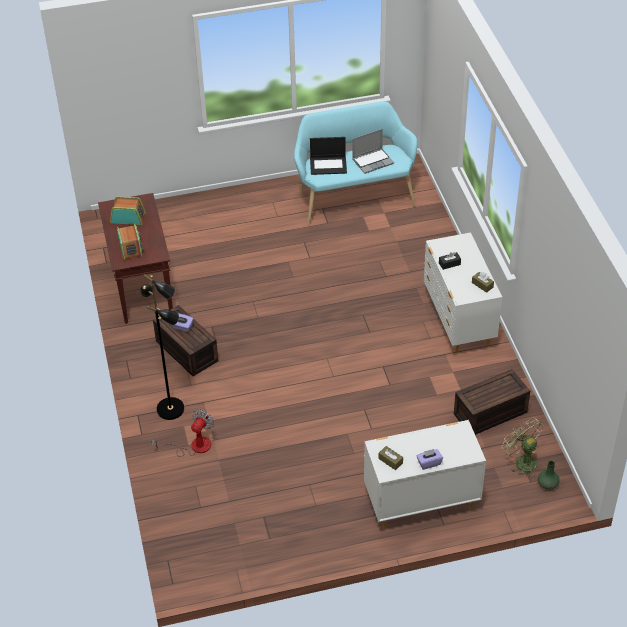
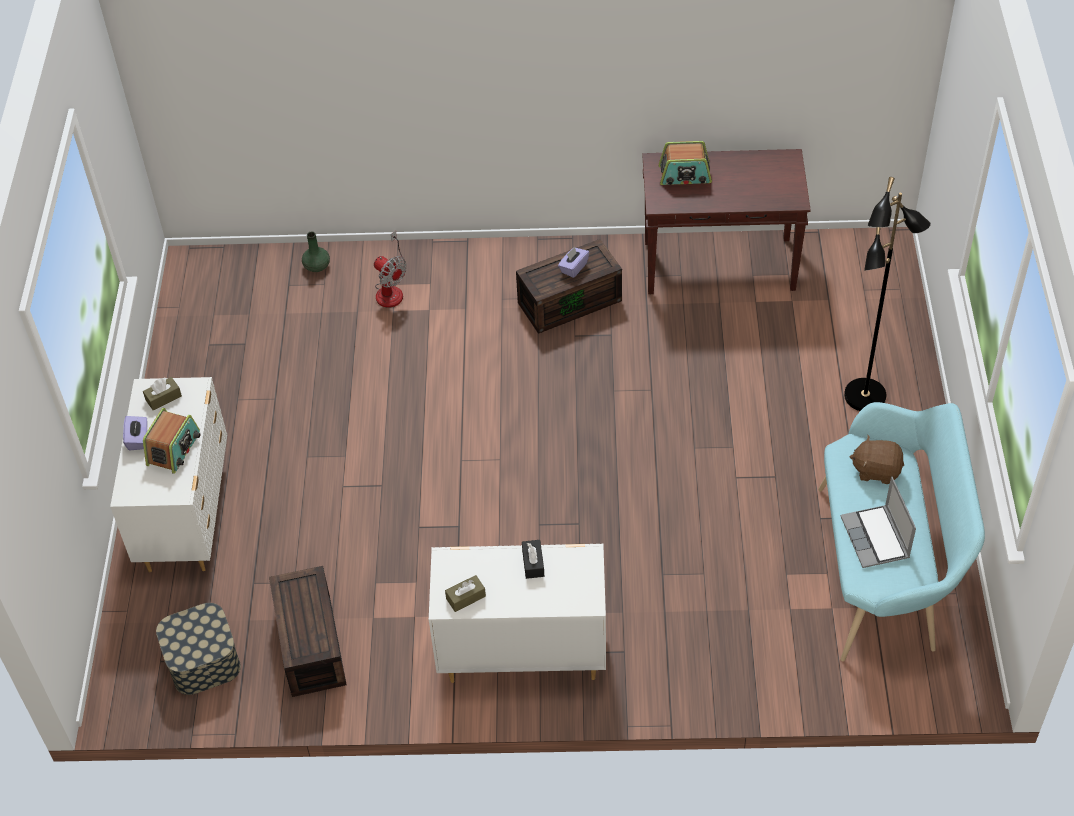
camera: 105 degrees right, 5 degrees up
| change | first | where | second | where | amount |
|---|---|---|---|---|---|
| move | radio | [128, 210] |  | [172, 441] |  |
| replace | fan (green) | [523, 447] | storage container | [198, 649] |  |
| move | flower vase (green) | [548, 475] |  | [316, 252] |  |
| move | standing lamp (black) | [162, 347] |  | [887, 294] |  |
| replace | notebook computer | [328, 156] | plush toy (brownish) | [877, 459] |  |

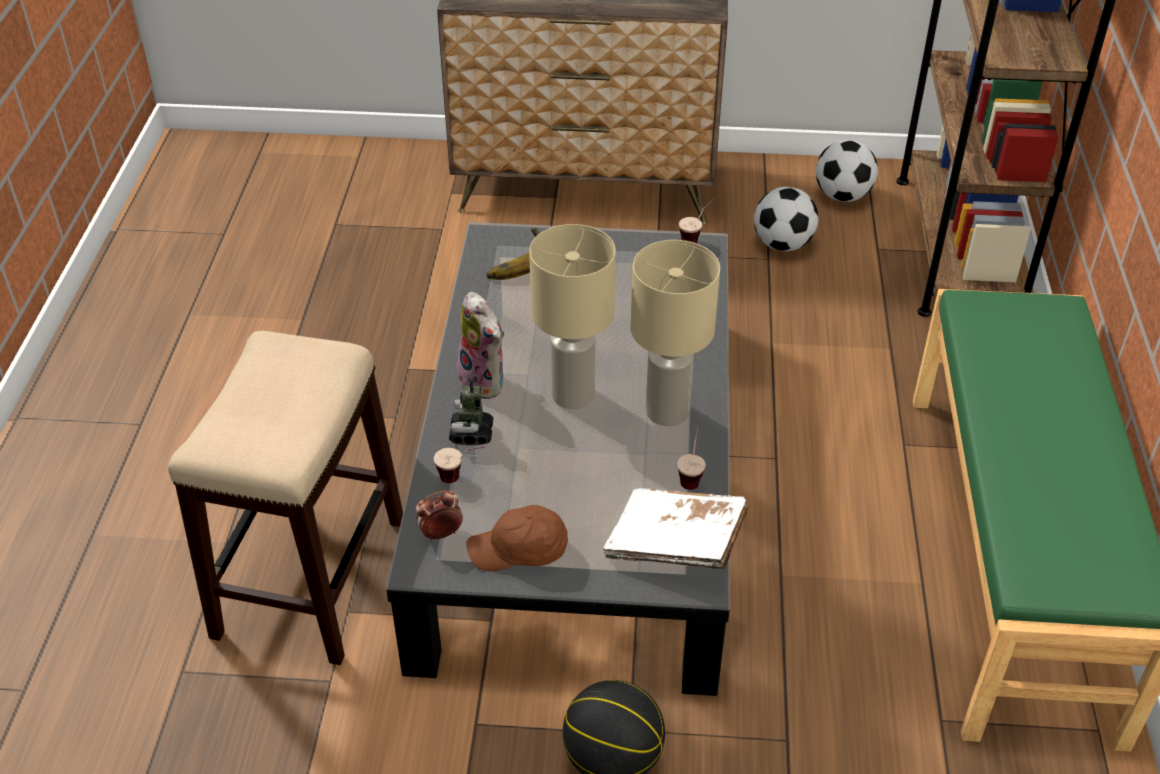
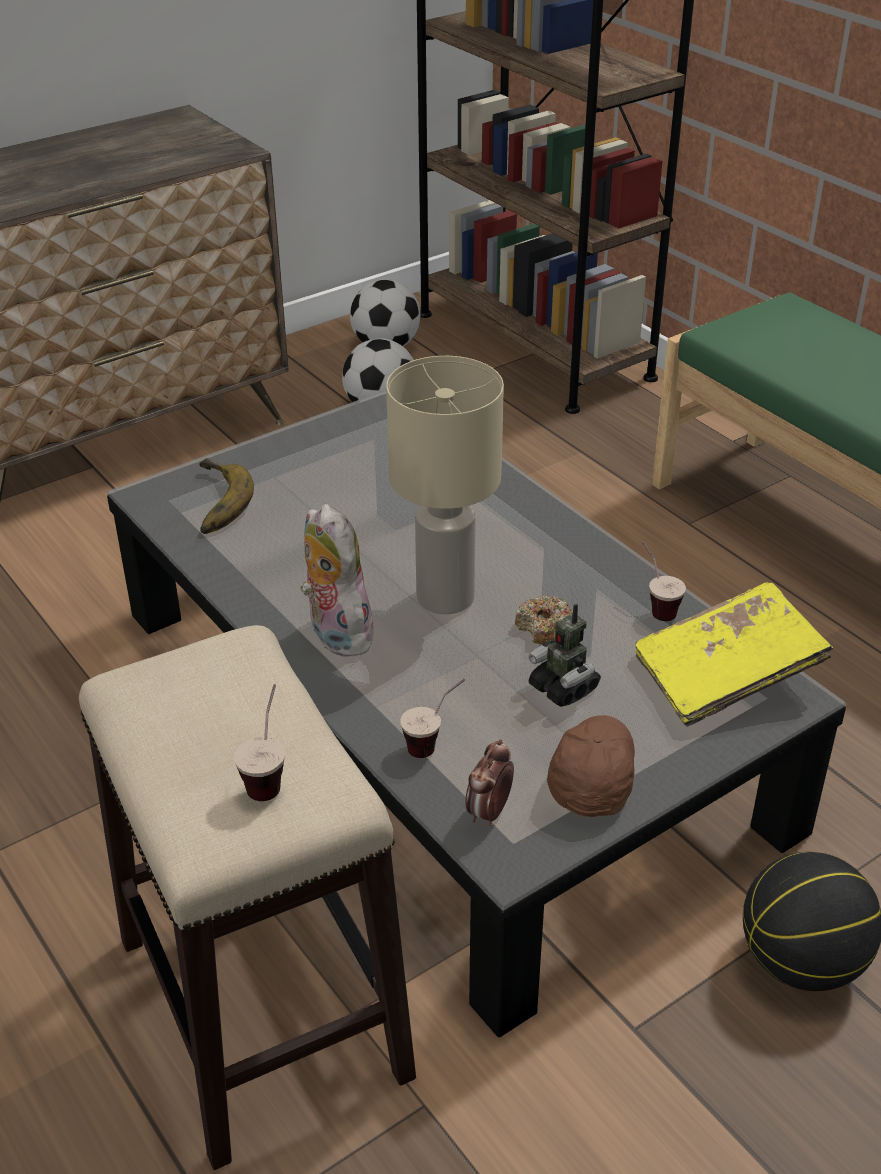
camera: 40 degrees left, 5 degrees down
| change | first | where | second | where | amount |
|---|---|---|---|---|---|
| move | drinking cup | [697, 221] |  | [259, 742] |  |
| rotate | plush toy | [480, 345] |  | [339, 580] | 135 degrees counterclockwise |
| insert |  |  | ring doughnut | [544, 619] |  |
| move | toy robot | [471, 412] |  | [565, 655] |  |
| rotate | cap (brownish) | [517, 538] |  | [591, 766] | 150 degrees clockwise |
| recolor | book (whitish) | [676, 528] | book (yellow) | [734, 654] |  |
| delete | table lamp (beige-coloured) | [675, 333] |  |  |  |

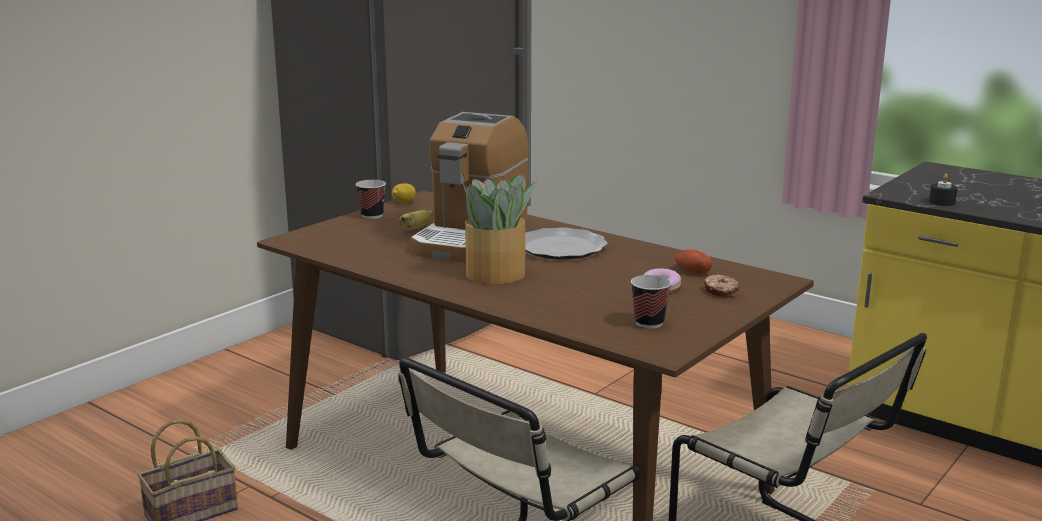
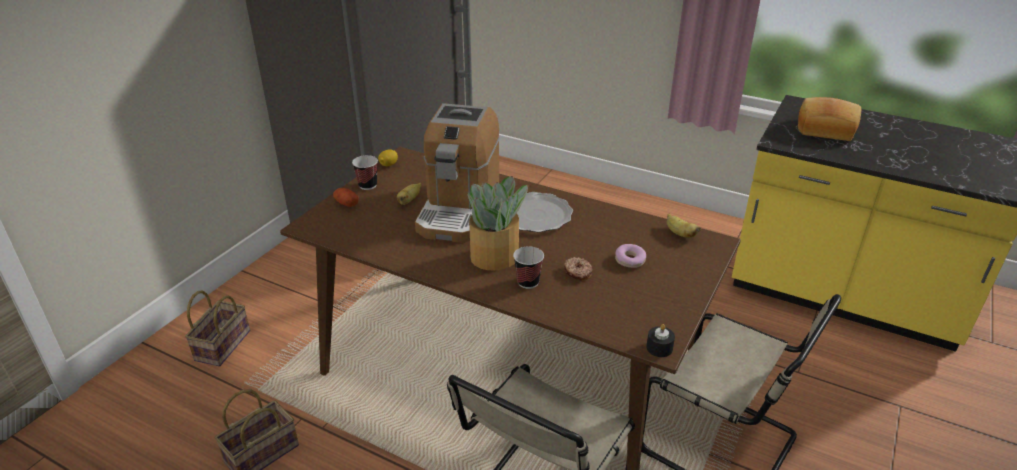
camera: 10 degrees left, 15 degrees up
| change | first | where | second | where | amount |
|---|---|---|---|---|---|
| insert |  |  | basket | [217, 328] |  |
| move | whole potato | [693, 262] |  | [346, 197] |  |
| move | drinking cup | [651, 302] |  | [528, 267] |  |
| move | ring doughnut | [721, 286] |  | [578, 268] |  |
| move | candle (black) | [943, 189] |  | [660, 340] |  |
| insert |  |  | whole banana | [684, 226] |  |
| insert |  |  | bakery bread | [829, 119] |  |

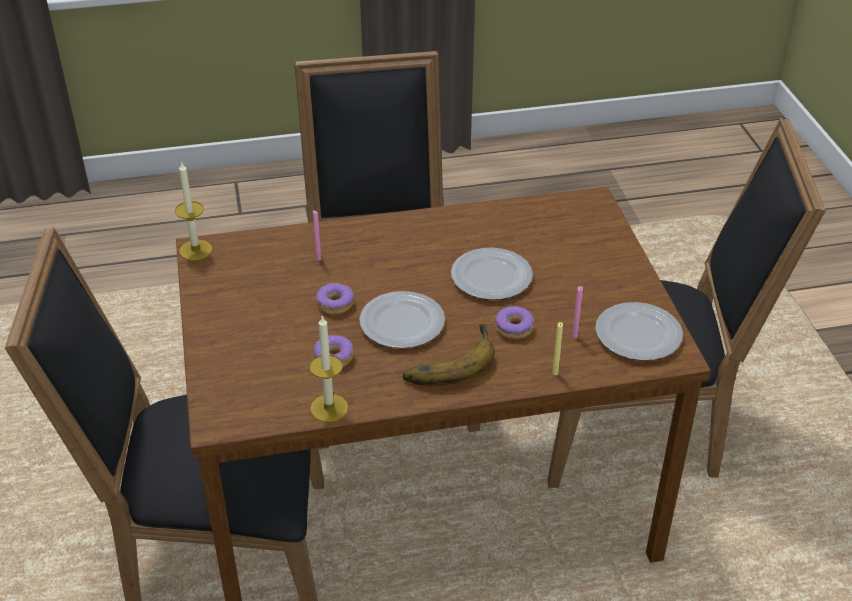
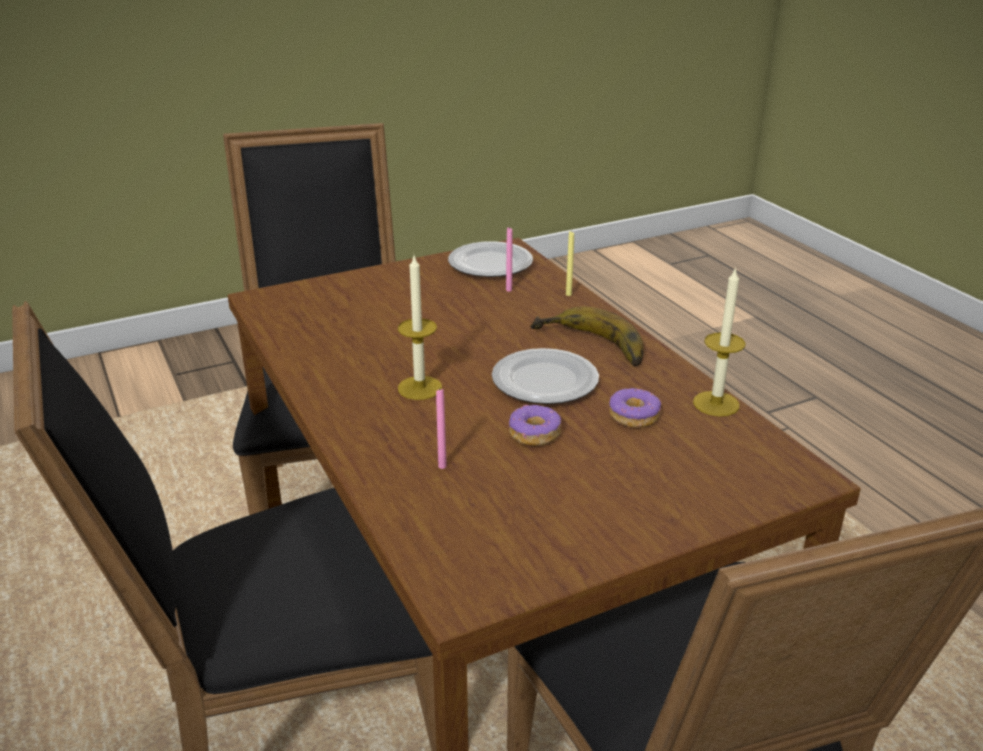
camera: 105 degrees left, 10 degrees down
| change | first | where | second | where | amount |
|---|---|---|---|---|---|
| move | candle | [193, 211] |  | [420, 328] |  |
| delete | dinner plate | [492, 274] |  |  |  |
| delete | ring doughnut | [515, 322] |  |  |  |

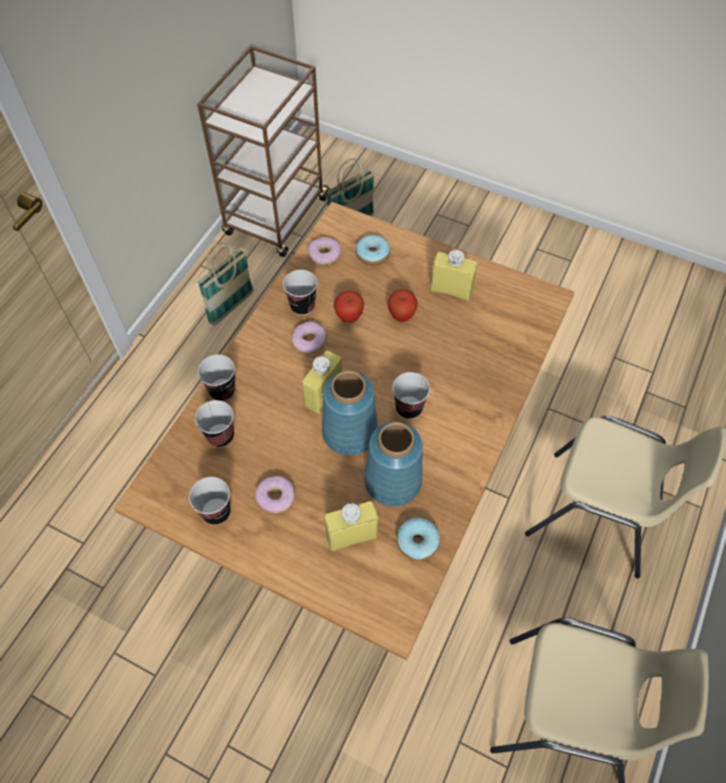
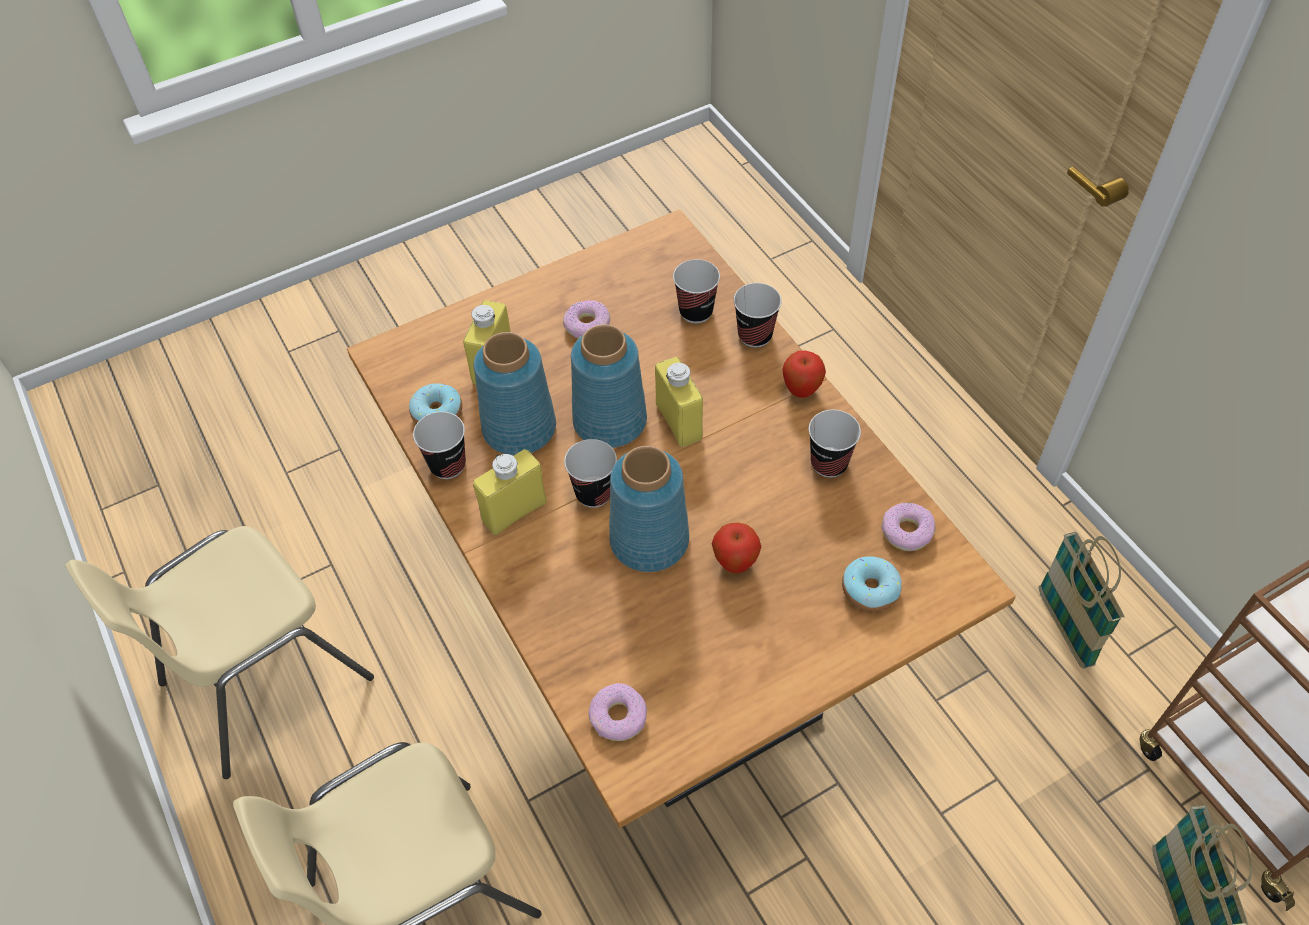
camera: 125 degrees right, 5 degrees down
| change | first | where | second | where | amount |
|---|---|---|---|---|---|
| move | drinking cup | [210, 501] |  | [439, 445] |  |
| move | beverage bottle (yellow) | [454, 275] |  | [509, 492] |  |
| move | ring doughnut | [309, 337] |  | [618, 712] |  |
| insert |  |  | flower vase (blue-coloured) | [649, 509] |  |
| move | apple fruit | [348, 307] |  | [804, 374] |  |

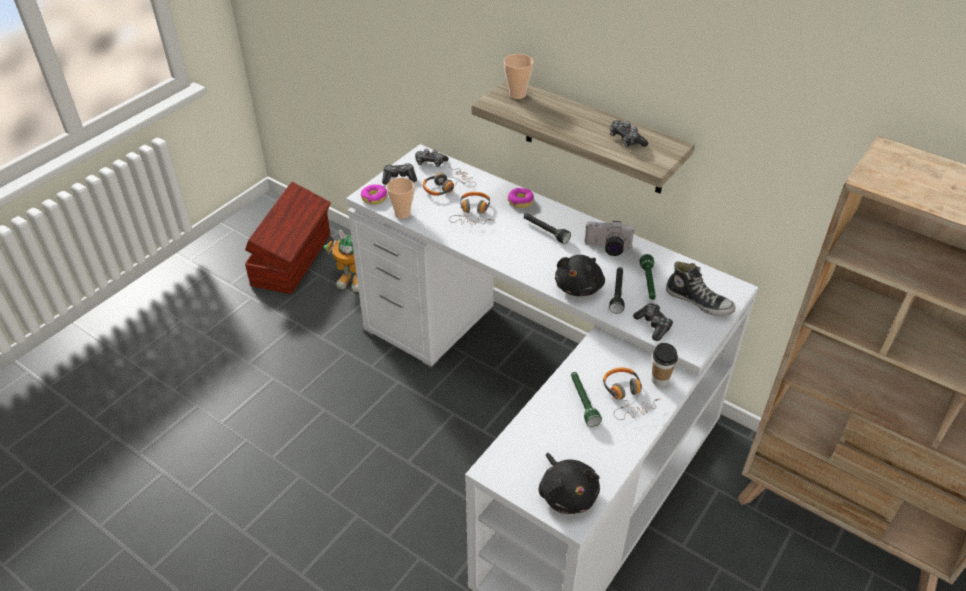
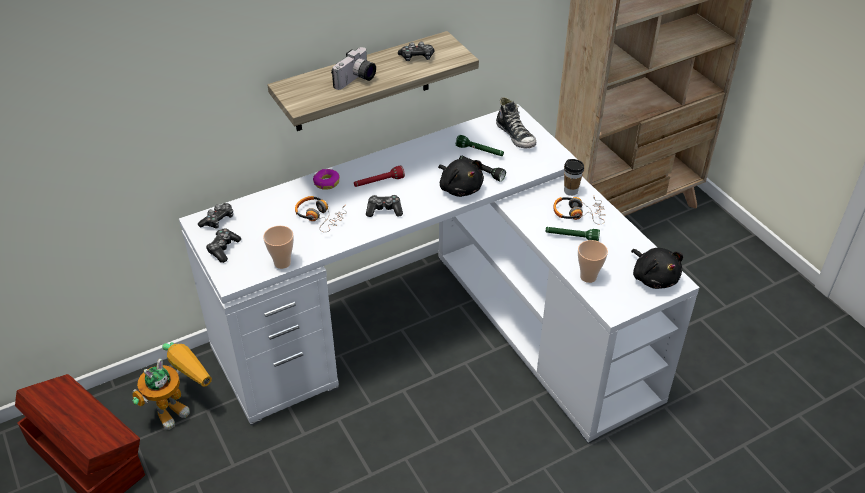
camera: 65 degrees left, 0 degrees up
| change | first | where | second | where | amount |
|---|---|---|---|---|---|
| move | still camera | [610, 238] |  | [353, 68] |  |
| recolor | torch (black) | [547, 228] | torch (red-coloured) | [379, 176] |  |
| move | joypad | [653, 322] |  | [384, 206] |  |
| rotate | shoe | [700, 288] |  | [516, 122] | 90 degrees clockwise |
| move | drinking cup | [519, 76] |  | [593, 261] |  |
| rotate | plush toy (black) | [569, 483] |  | [657, 268] | 60 degrees clockwise |
| delete | ring doughnut | [374, 194] |  |  |  |
| delete | headphones | [449, 181] |  |  |  |

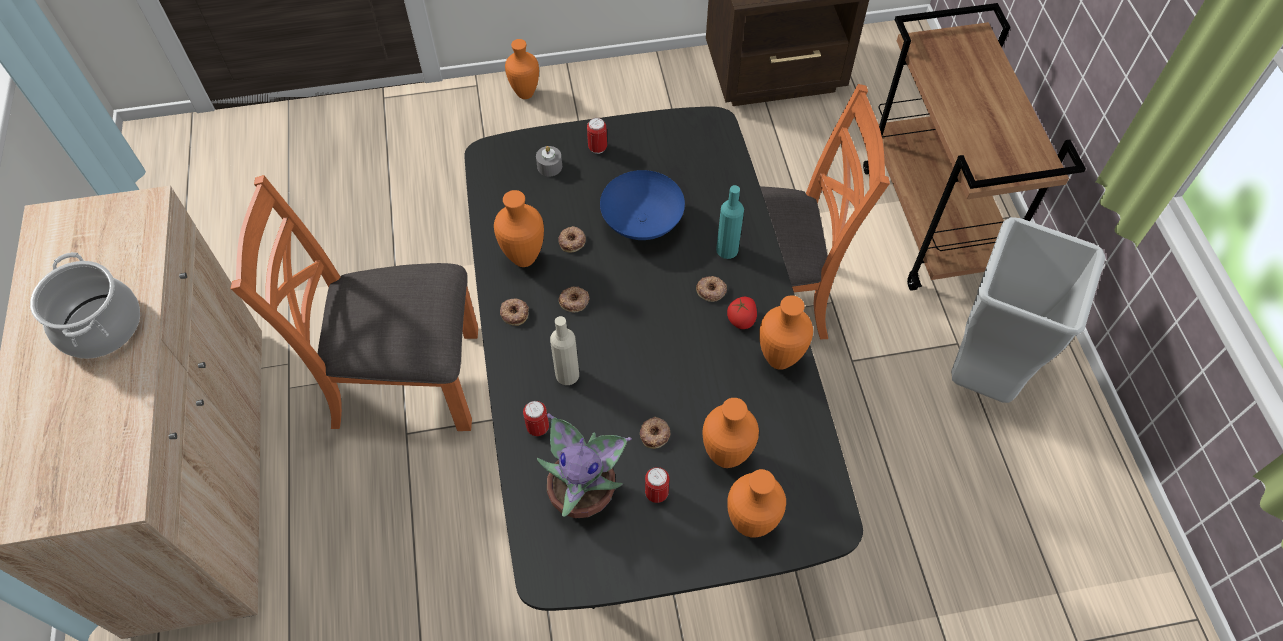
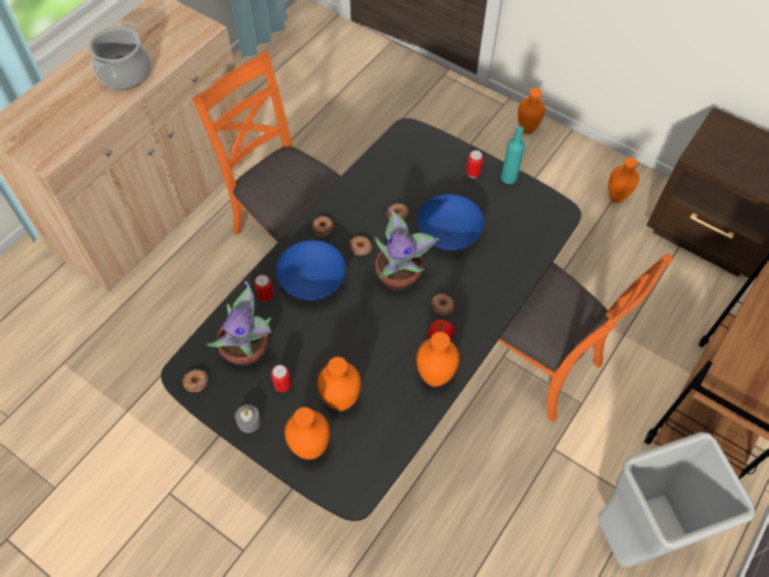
camera: 45 degrees right, 0 degrees up
| change | first | where | second | where | amount |
|---|---|---|---|---|---|
| move | ring doughnut | [655, 433] |  | [195, 380] |  |
| move | candle (greyish) | [549, 161] |  | [248, 419] |  |
| replace | beverage bottle (beige-coloured) | [564, 350] | bowl (blue-coloured) | [311, 270] |  |
| insert |  |  | plant in a pot | [407, 249] |  |
| move | beverage bottle (turquoise) | [730, 222] |  | [513, 155] |  |
| move | flower vase (orange-coloured) | [519, 228] |  | [623, 180] |  |

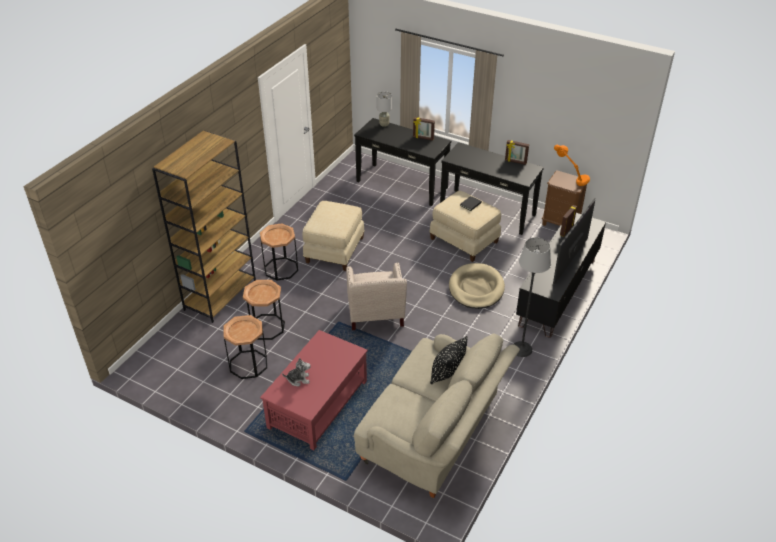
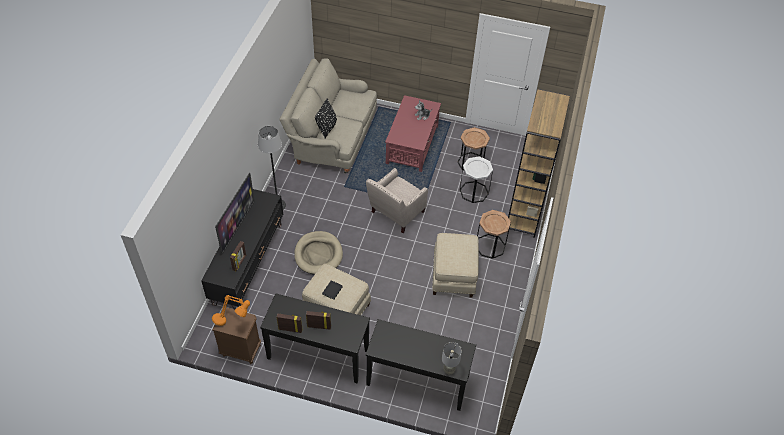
camera: 165 degrees right, 10 degrees up
| change | first | where | second | where | amount |
|---|---|---|---|---|---|
| move | standing frame | [424, 129] |  | [318, 320] |  |
| rotate | lounge chair (beige-coloured) | [376, 296] |  | [397, 200] | 120 degrees counterclockwise |
| recolor | end table (brownish) | [264, 310] | end table (whitish) | [476, 179] |  |

